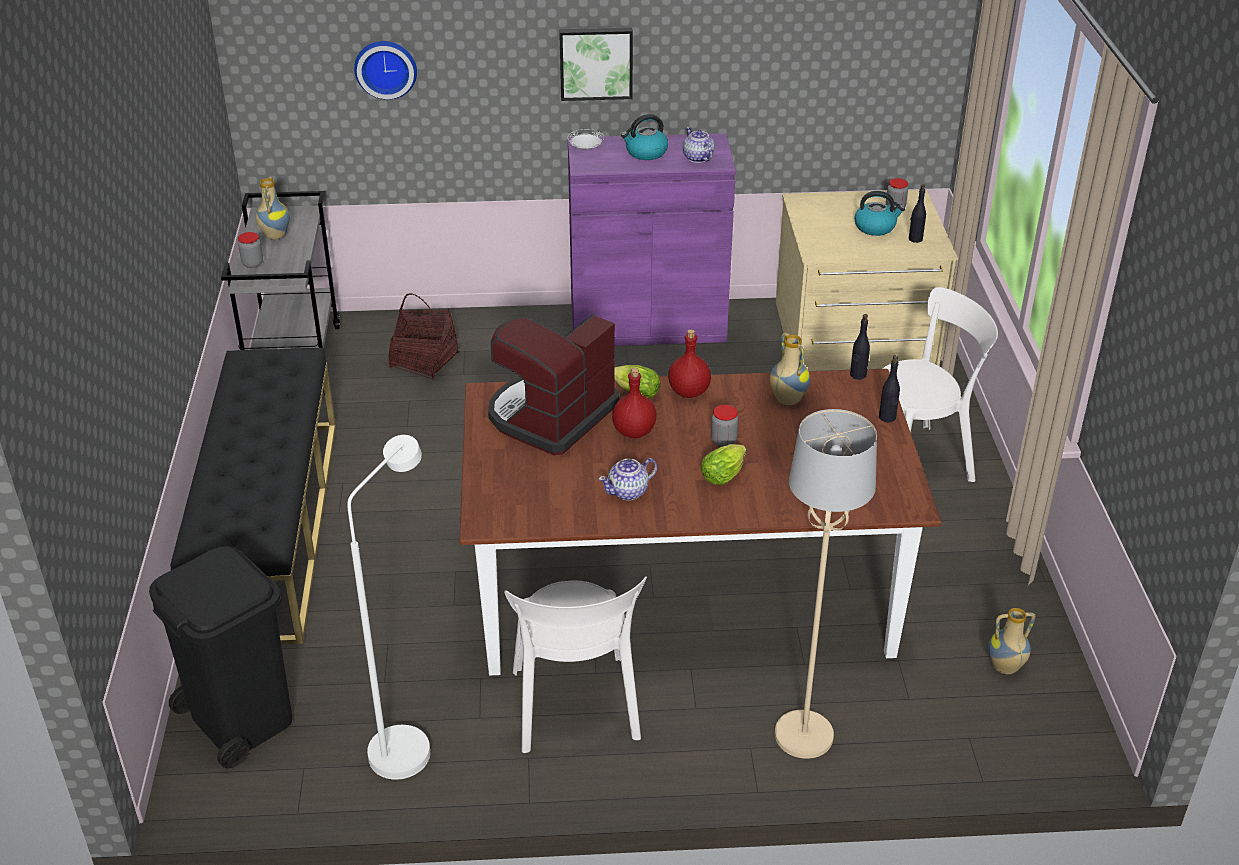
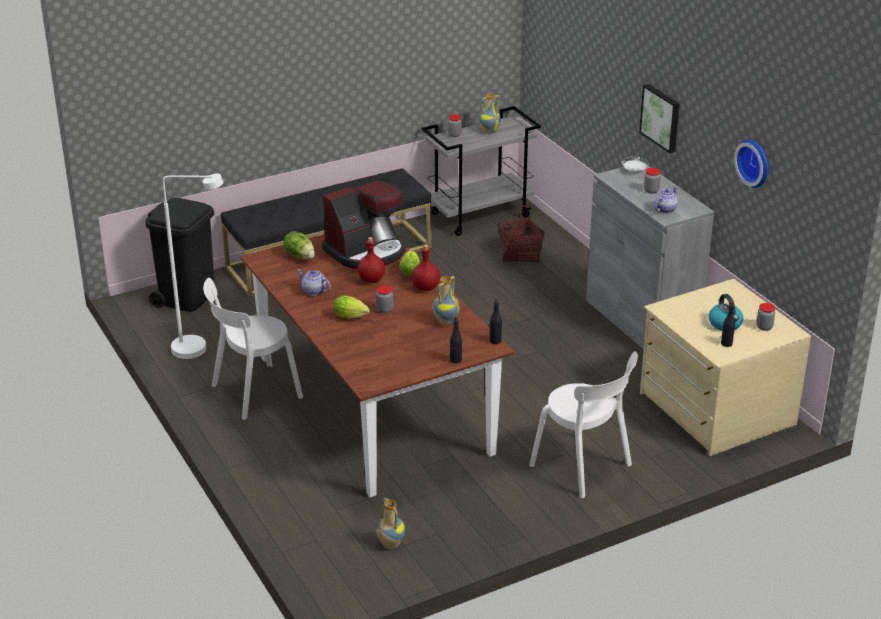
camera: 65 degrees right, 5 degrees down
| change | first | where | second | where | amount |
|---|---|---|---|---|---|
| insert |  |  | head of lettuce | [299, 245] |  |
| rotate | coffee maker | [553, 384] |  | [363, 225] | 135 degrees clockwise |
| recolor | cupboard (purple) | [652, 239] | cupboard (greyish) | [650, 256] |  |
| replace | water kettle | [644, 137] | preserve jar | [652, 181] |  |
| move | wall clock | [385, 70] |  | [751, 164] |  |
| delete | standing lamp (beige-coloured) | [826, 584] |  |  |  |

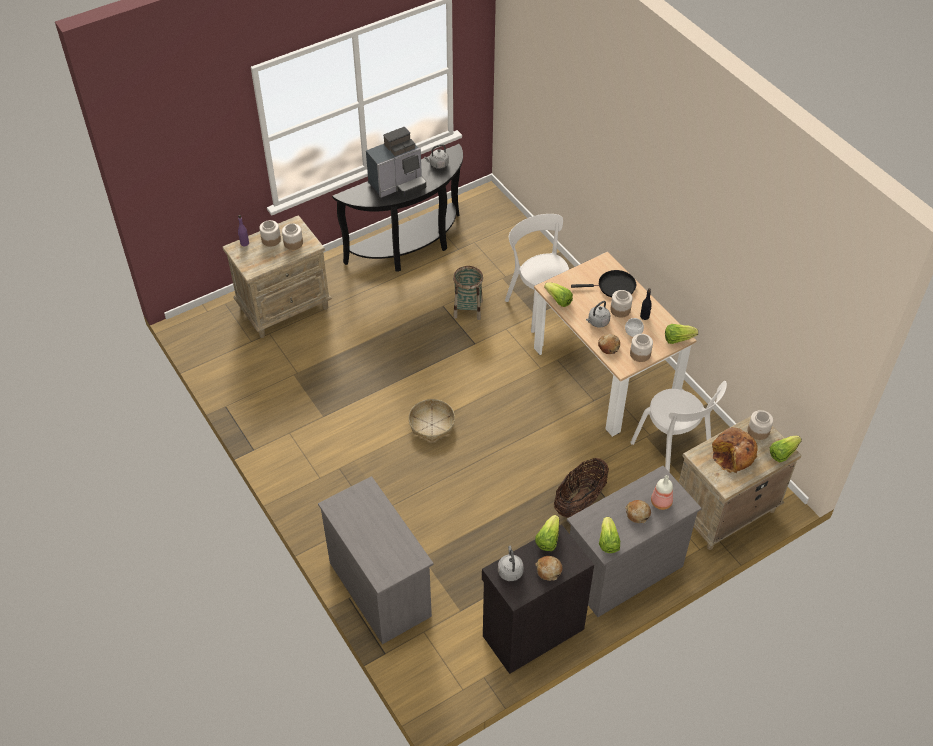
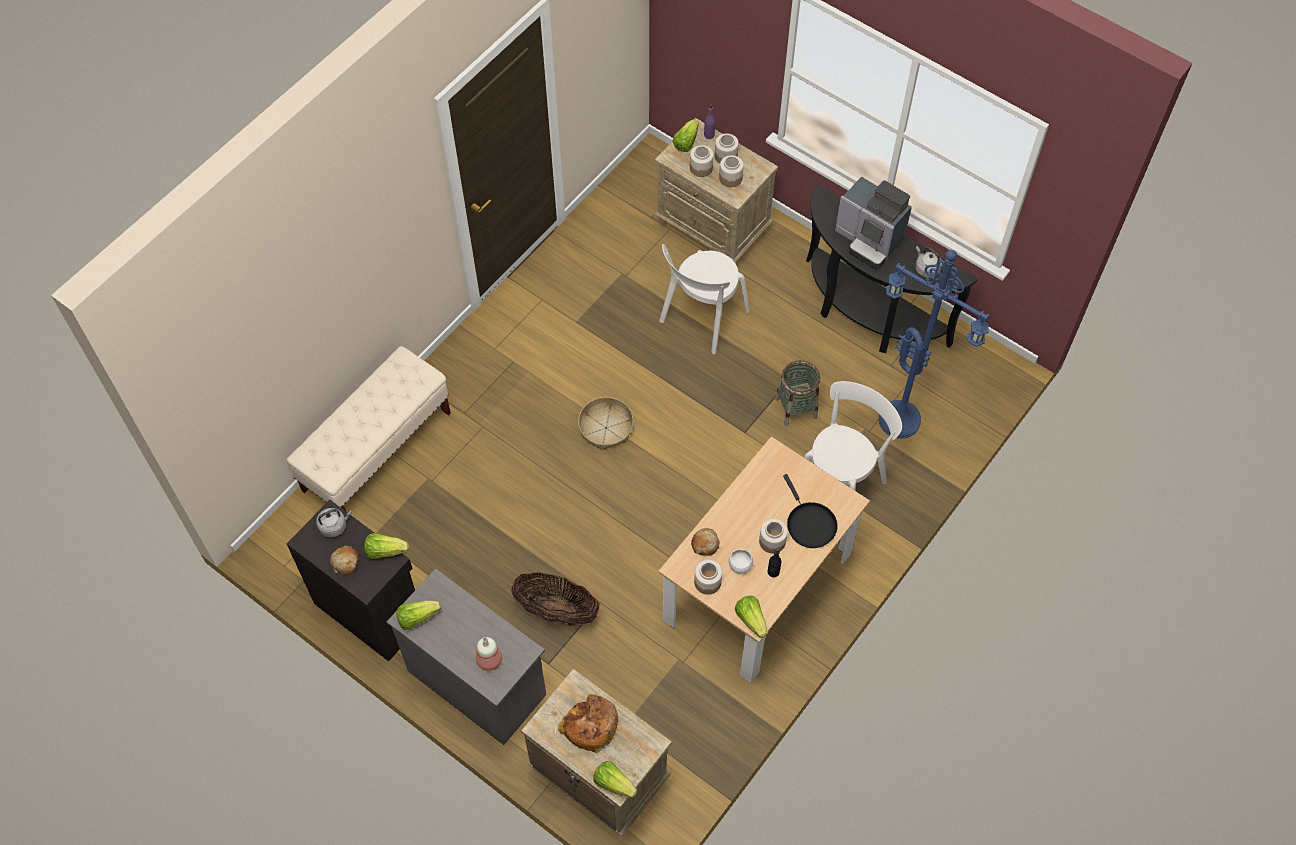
camera: 70 degrees right, 10 degrees up
| change | first | where | second | where | amount |
|---|---|---|---|---|---|
| replace | drawer chest (greyish) | [376, 560] | indoor bench (beige-coloured) | [368, 428] |  |
| move | plain chair (whitish) | [678, 426] |  | [704, 299] |  |
| move | head of lettuce | [558, 294] |  | [685, 135] |  |
| move | preserve jar | [760, 425] |  | [702, 161] |  |
| insert |  |  | standing lamp (blue-coloured) | [934, 344] |  |
| delete | water kettle (greyish) | [598, 314] |  |  |  |
| delete | bakery bread | [638, 511] |  |  |  |

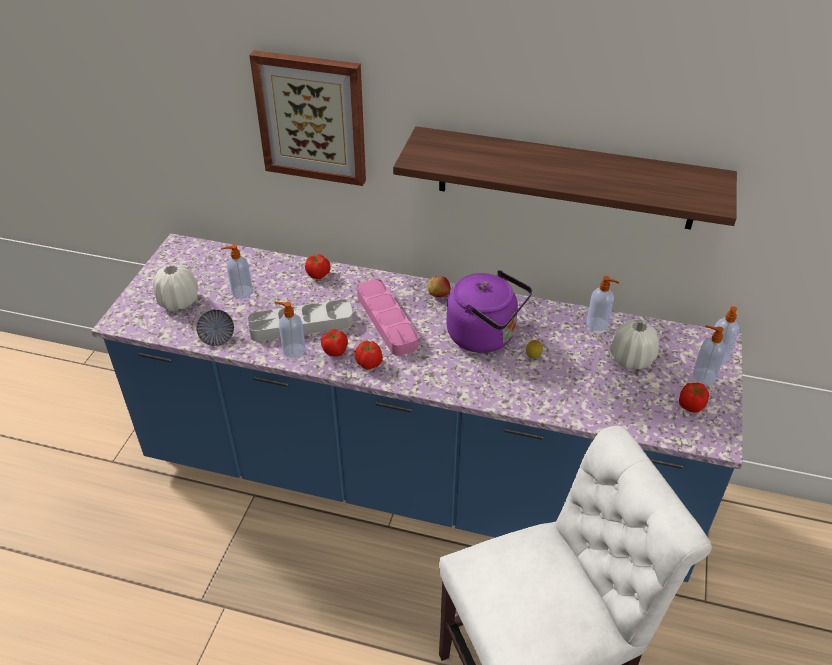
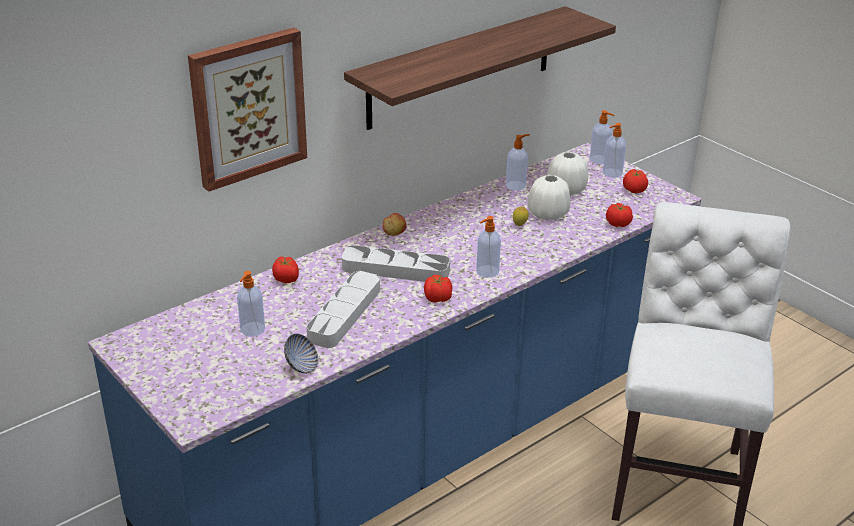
camera: 55 degrees left, 10 degrees down
| change | first | where | second | where | amount |
|---|---|---|---|---|---|
| recolor | carrying tray (pink-coloured) | [387, 317] | carrying tray (greyish) | [396, 263] |  |
| move | soap dispenser | [289, 330] |  | [488, 247] |  |
| move | flower vase (whitish) | [175, 287] |  | [549, 197] |  |
| move | tomato | [334, 343] |  | [619, 215] |  |
| delete | water kettle (purple) | [489, 311] |  |  |  |

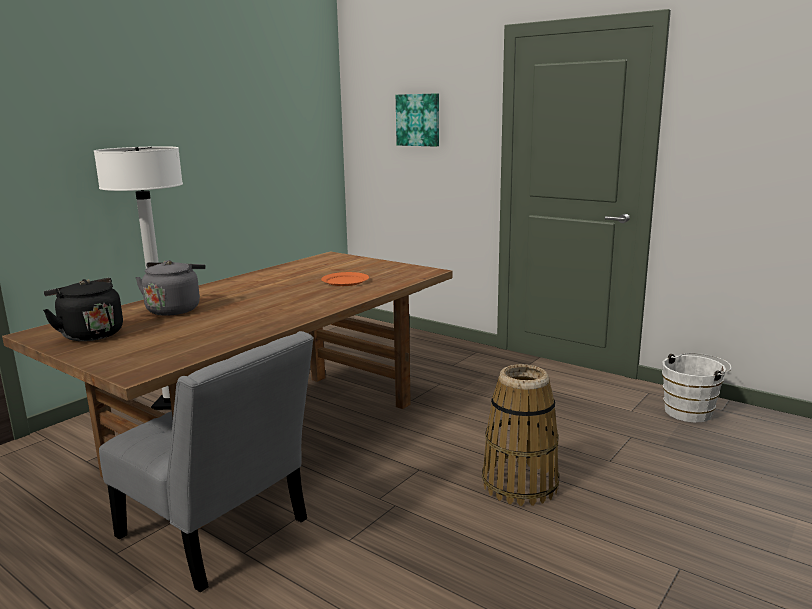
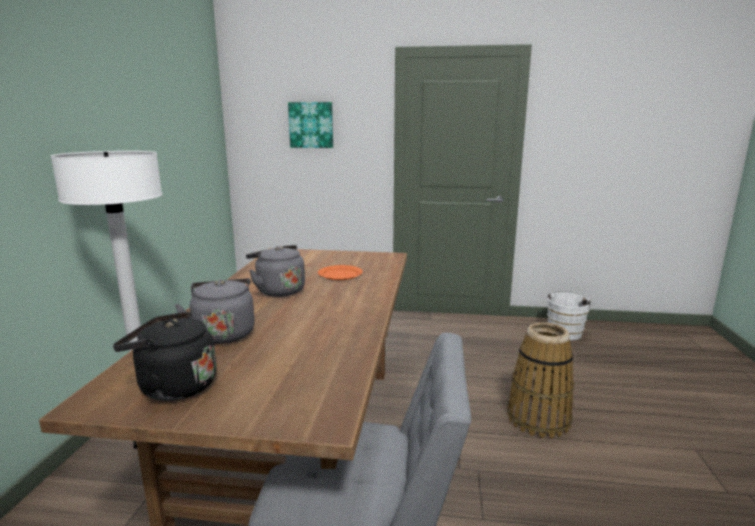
camera: 30 degrees left, 0 degrees up
| change | first | where | second | where | amount |
|---|---|---|---|---|---|
| insert |  |  | water kettle (greyish) | [275, 271] |  |

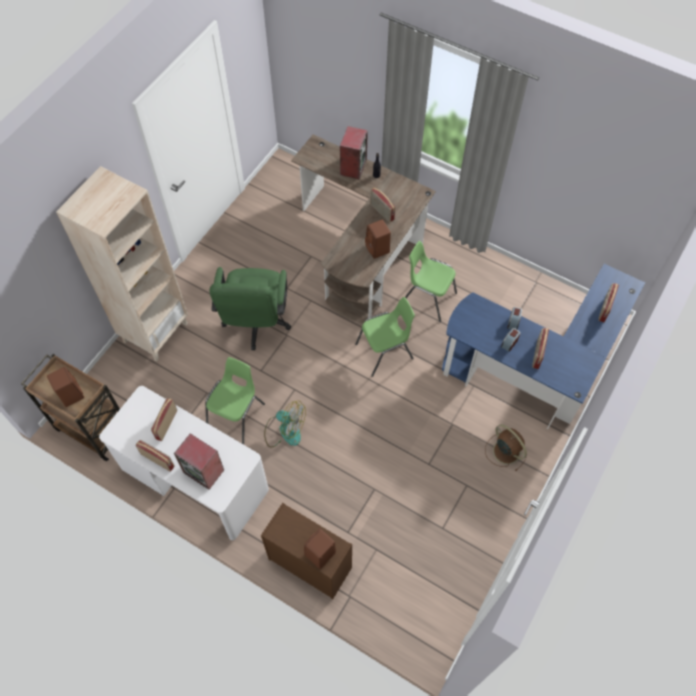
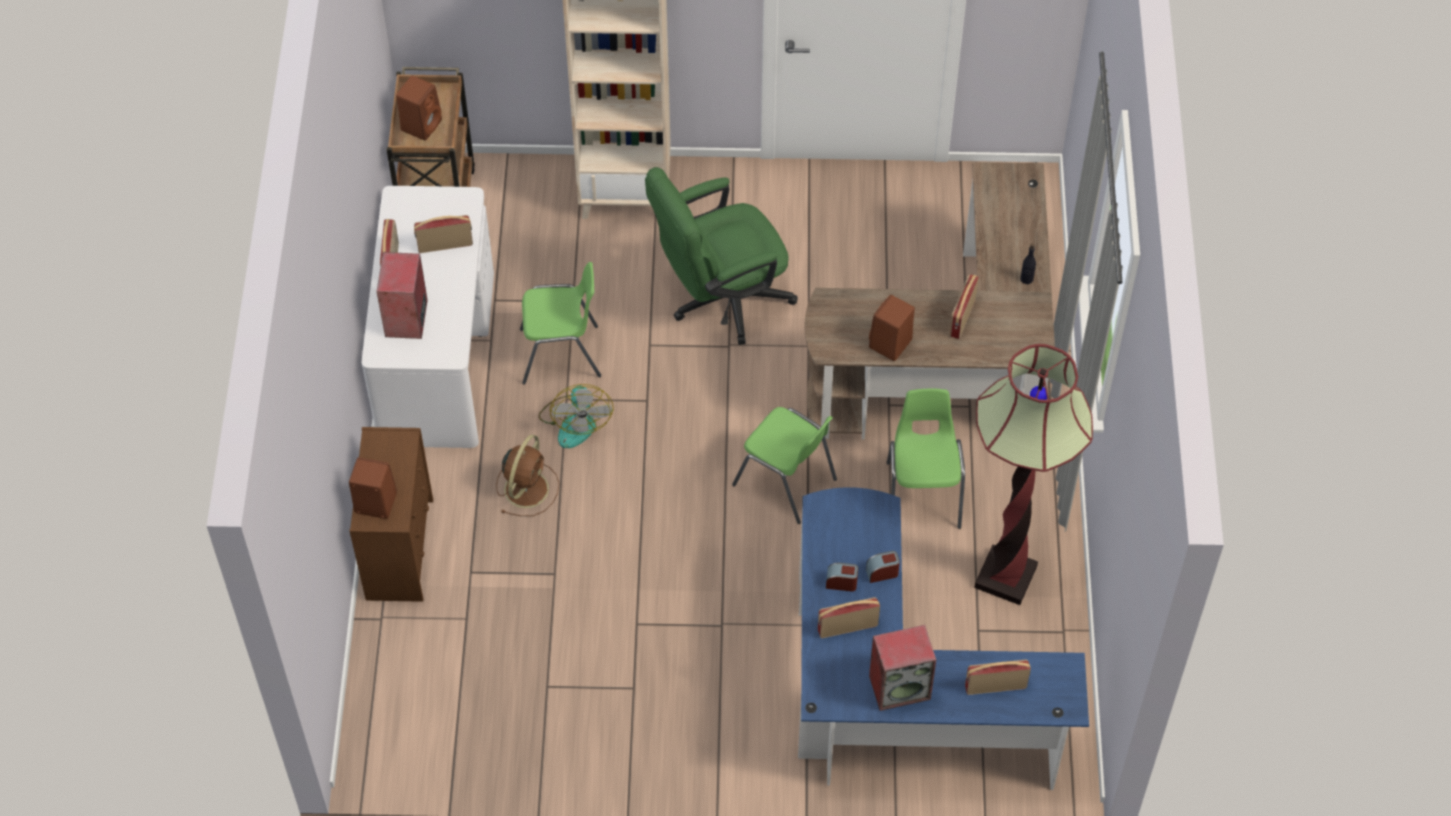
camera: 60 degrees right, 5 degrees down
| change | first | where | second | where | amount |
|---|---|---|---|---|---|
| move | fan (brownish) | [506, 448] |  | [527, 475] |  |
| move | loudspeaker | [354, 153] |  | [902, 668] |  |
| insert |  |  | standing lamp | [1033, 474] |  |

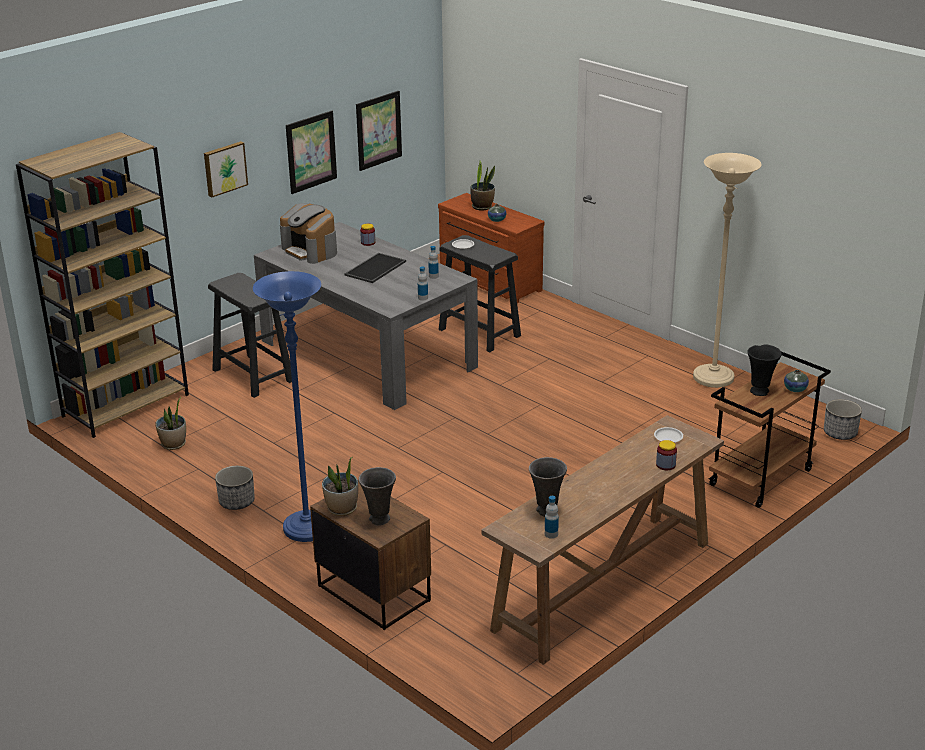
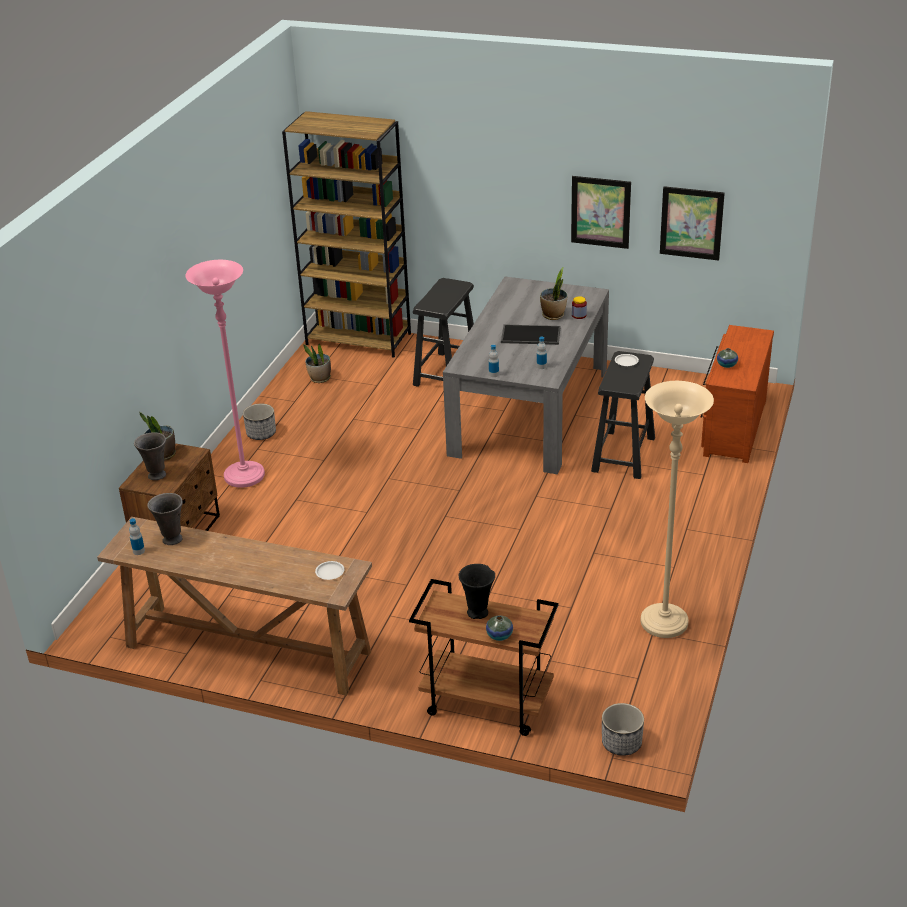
camera: 65 degrees right, 5 degrees up
| change | first | where | second | where | amount |
|---|---|---|---|---|---|
| recolor | standing lamp (blue-coloured) | [287, 406] | standing lamp (pink-coloured) | [225, 374] |  |
| move | plant in a pot | [483, 186] |  | [553, 294] |  |
| delete | wall art | [226, 169] |  |  |  |
| delete | coffee maker | [308, 233] |  |  |  |
| delete | preserve jar | [666, 455] |  |  |  |

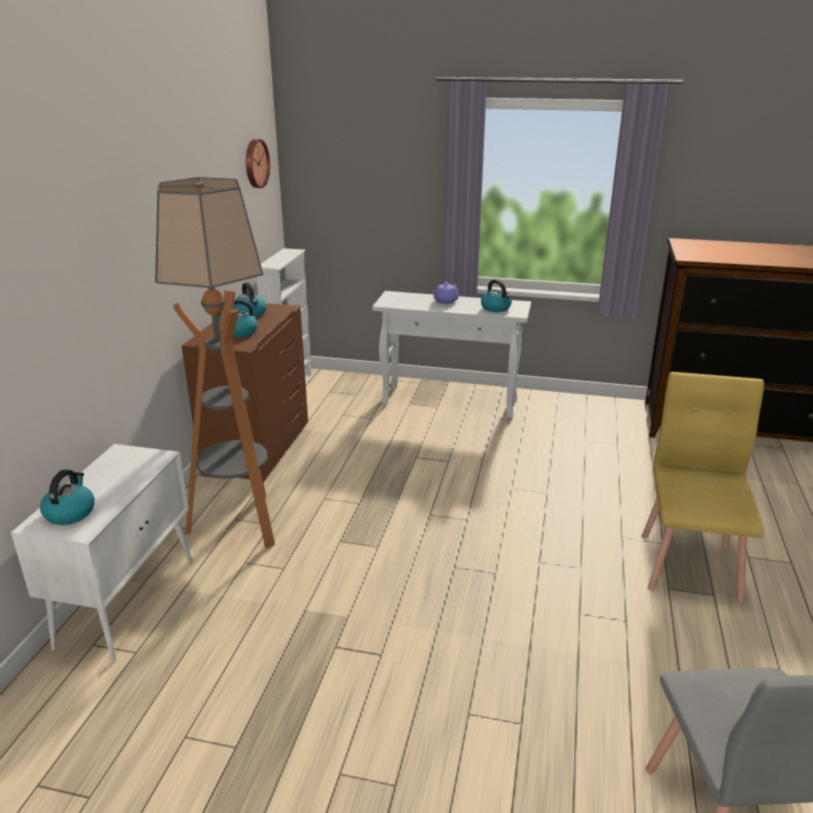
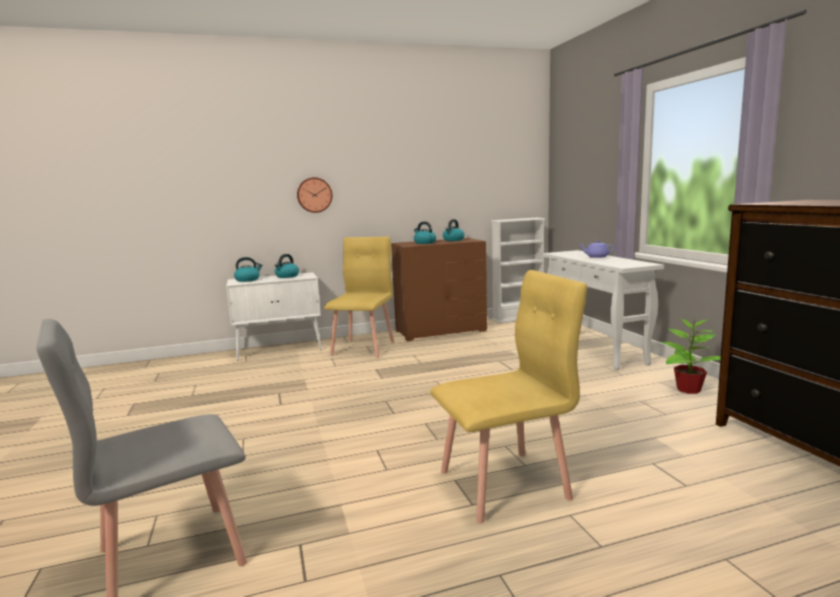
camera: 60 degrees right, 15 degrees down
| change | first | where | second | where | amount |
|---|---|---|---|---|---|
| move | water kettle | [496, 295] |  | [287, 266] |  |
| move | wall clock | [258, 163] |  | [314, 195] |  |
| replace | standing lamp | [215, 363] | plain chair (yellow) | [359, 297] |  |
| insert |  |  | plant in a pot | [691, 355] |  |

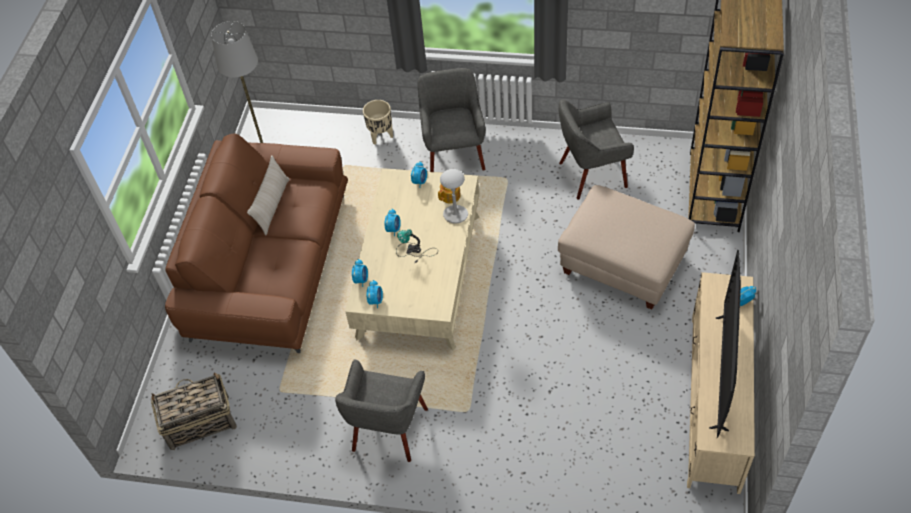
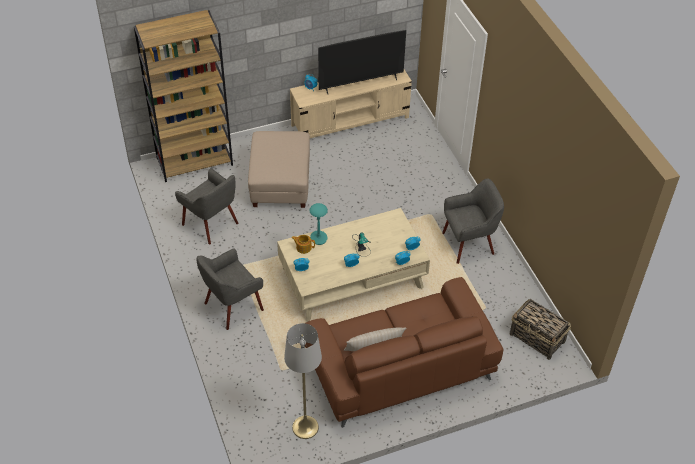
camera: 125 degrees left, 5 degrees down
| change | first | where | second | where | amount |
|---|---|---|---|---|---|
| recolor | table lamp (greyish) | [454, 196] | table lamp (turquoise) | [318, 224] |  |
| delete | plant pot (beige-coloured) | [378, 122] |  |  |  |

